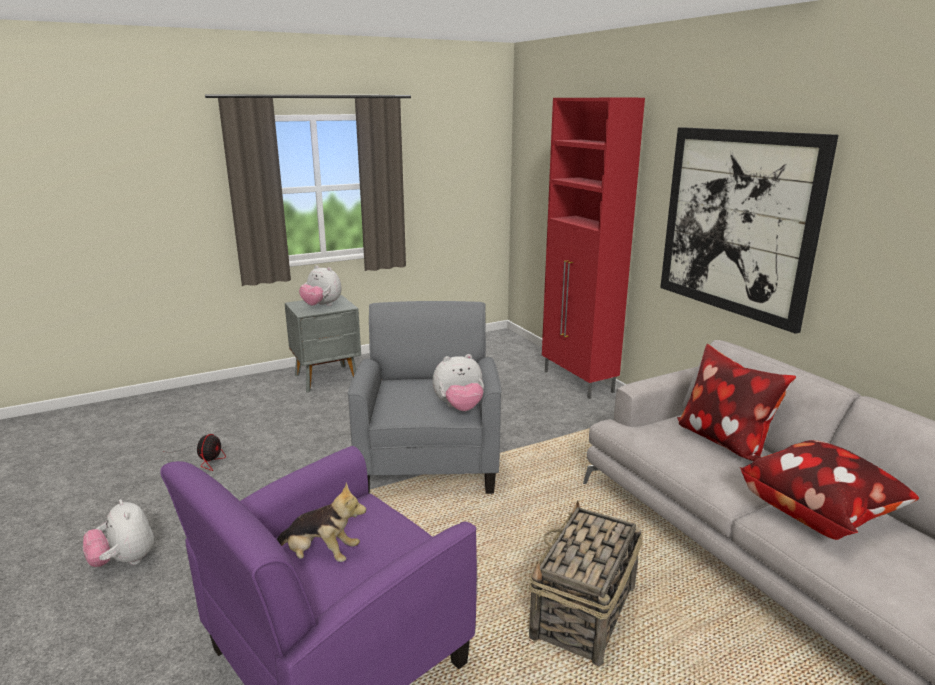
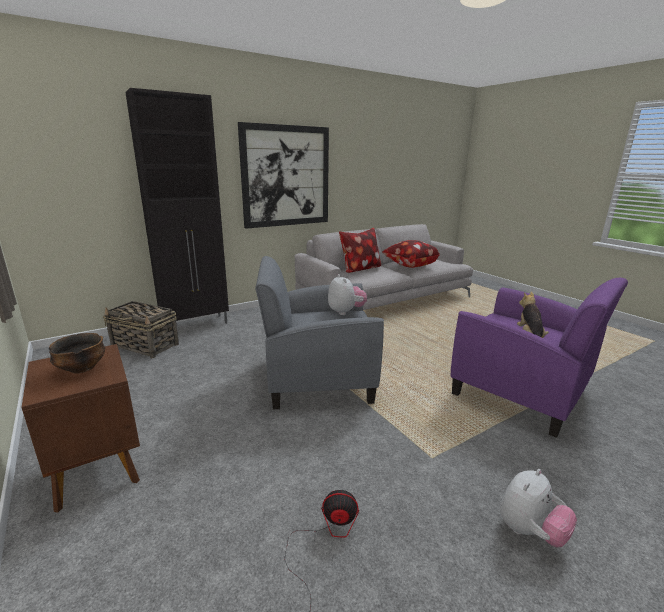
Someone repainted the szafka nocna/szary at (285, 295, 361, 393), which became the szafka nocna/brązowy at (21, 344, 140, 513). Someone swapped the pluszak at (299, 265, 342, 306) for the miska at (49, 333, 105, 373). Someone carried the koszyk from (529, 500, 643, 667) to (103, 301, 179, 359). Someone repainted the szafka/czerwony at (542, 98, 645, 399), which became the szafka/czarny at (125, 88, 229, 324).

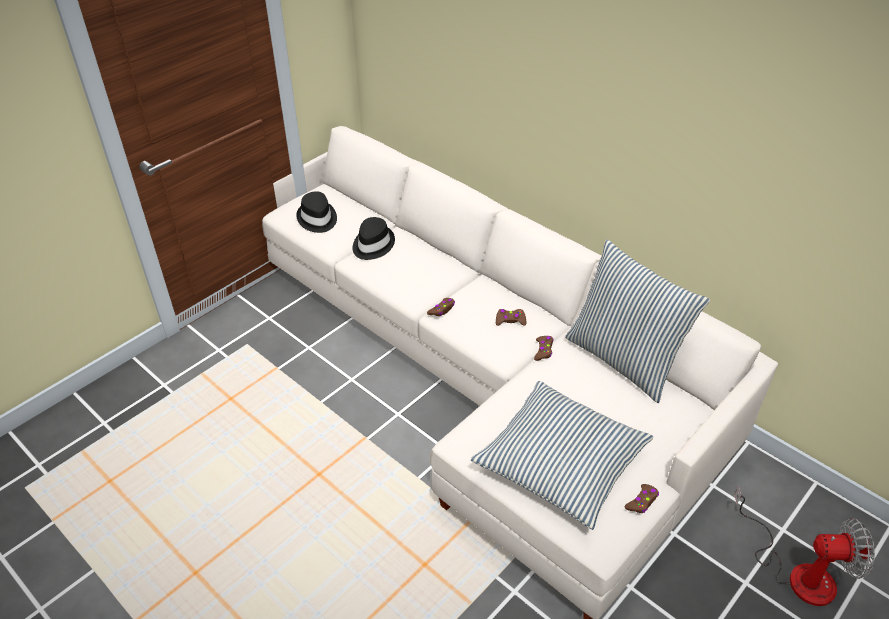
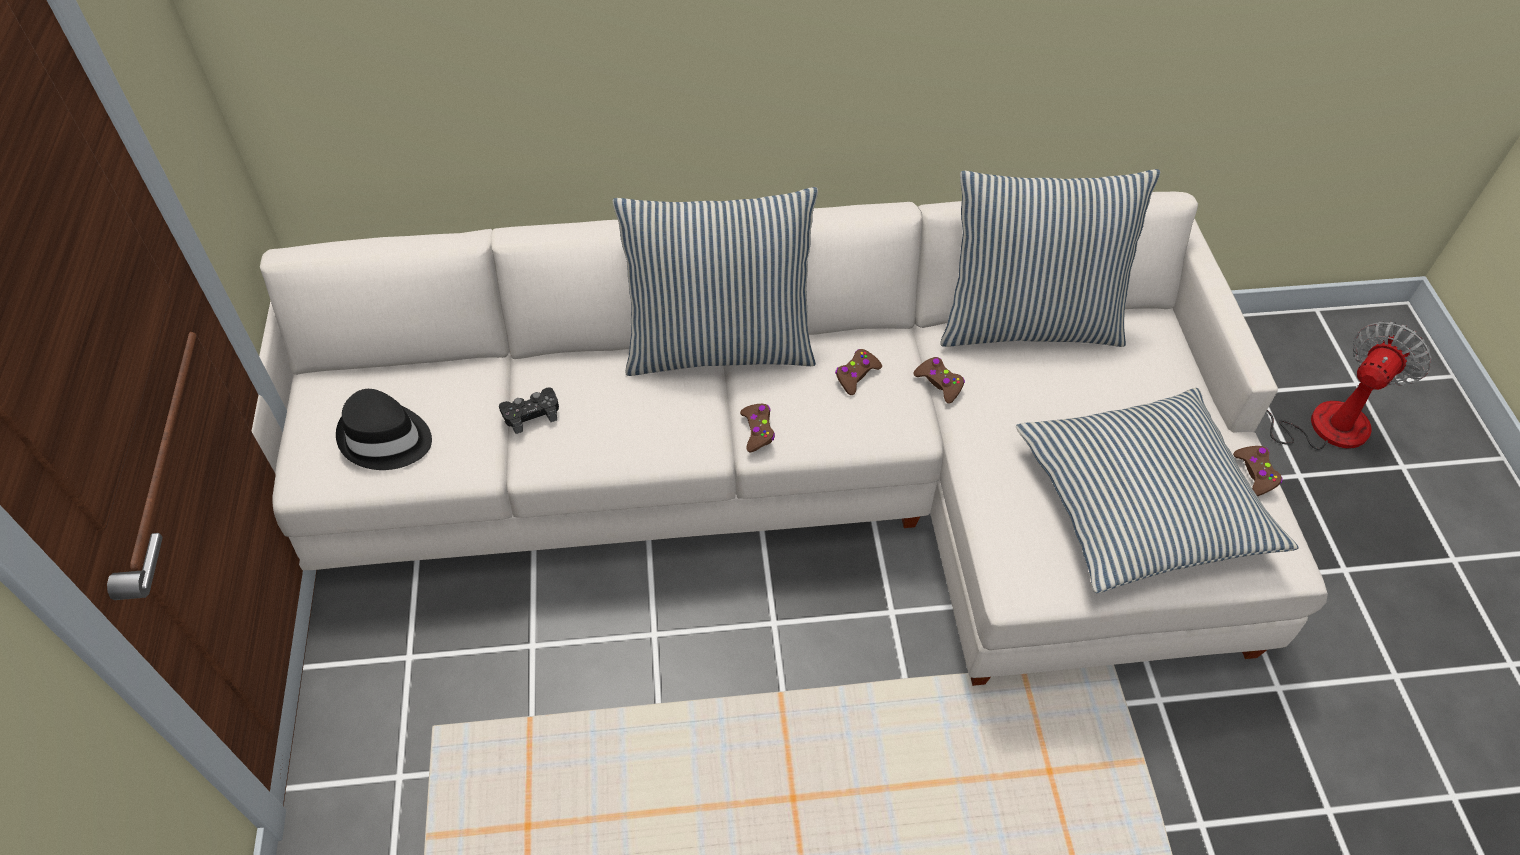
Someone swapped the kapelusz/czarny at (352, 217, 395, 260) for the pad do gier/czarny at (499, 387, 559, 434). Someone put down the poduszka at (613, 187, 818, 376).

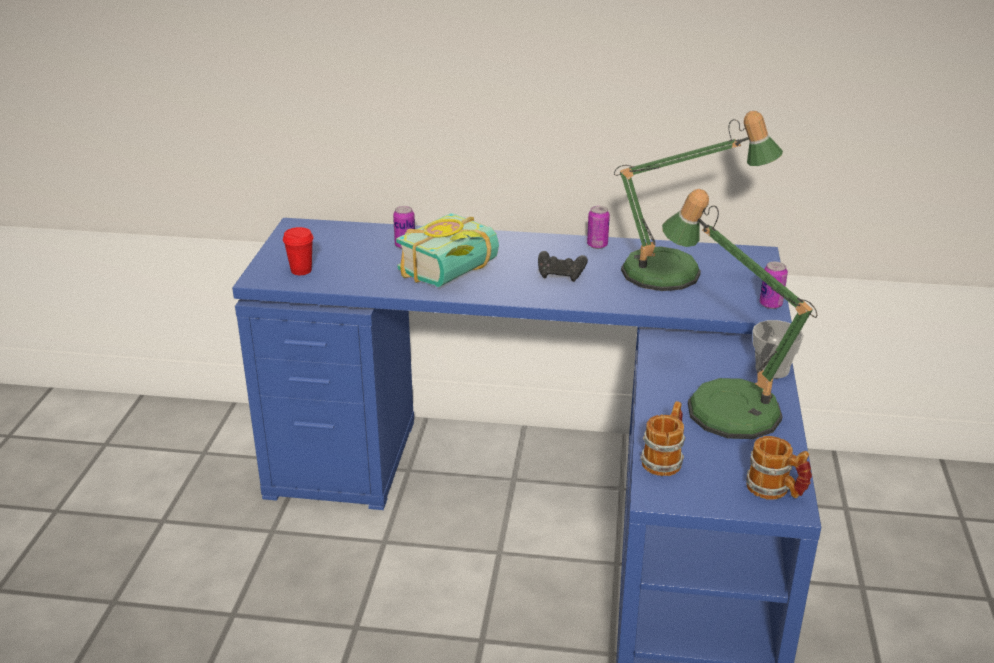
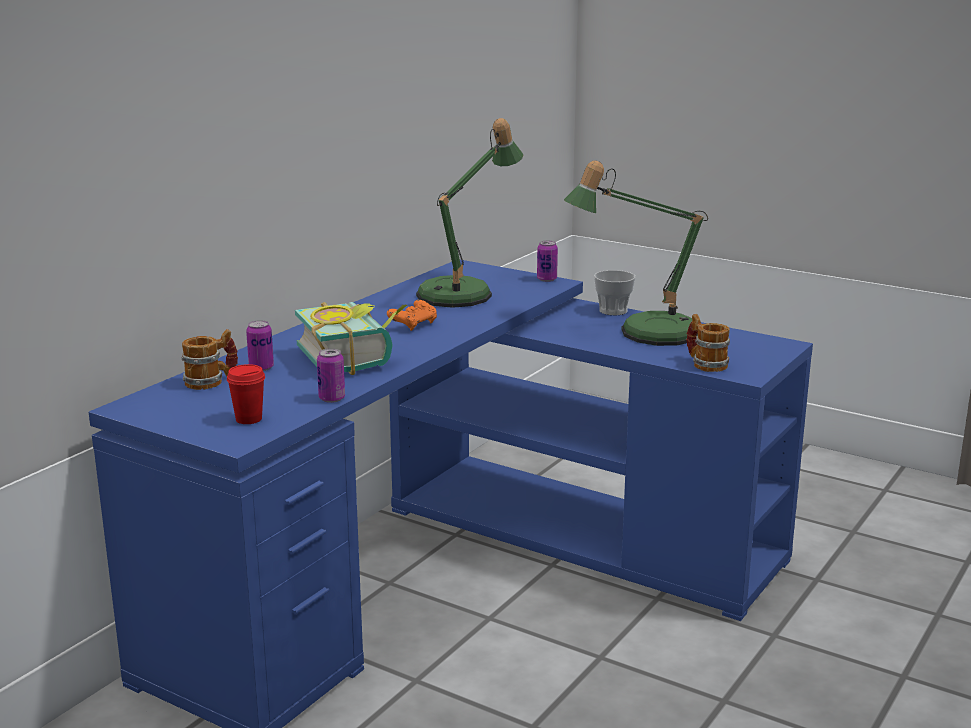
Someone carried the kubek from (746, 436, 812, 500) to (182, 329, 238, 390). Someone carried the puszka from (587, 206, 610, 249) to (317, 348, 345, 403). Someone repainted the pad do gier/czarny at (538, 251, 588, 282), which became the pad do gier/pomarańczowy at (387, 300, 437, 331).

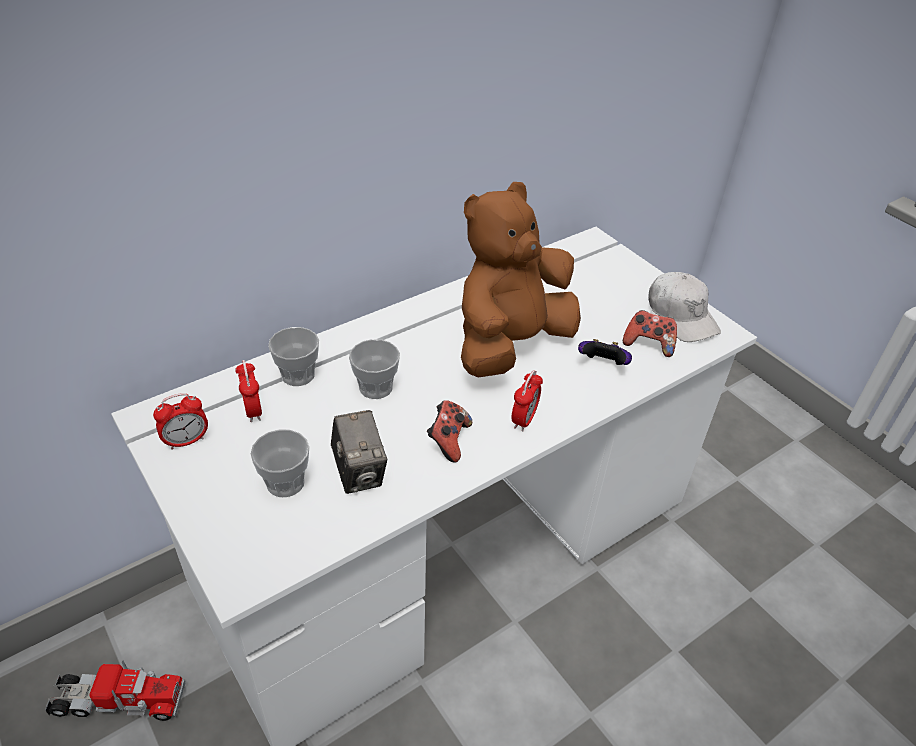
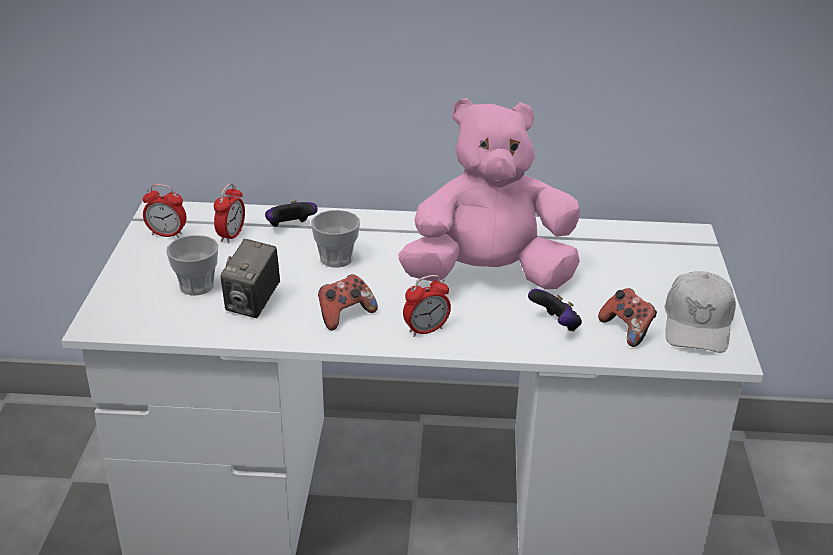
Someone swapped the filiżanka at (268, 327, 319, 386) for the pad do gier at (265, 200, 318, 227). Someone repainted the pluszak/brązowy at (461, 182, 581, 378), which became the pluszak/różowy at (398, 98, 580, 290). Someone took away the ciężarówka zabawkowa at (45, 661, 185, 721).

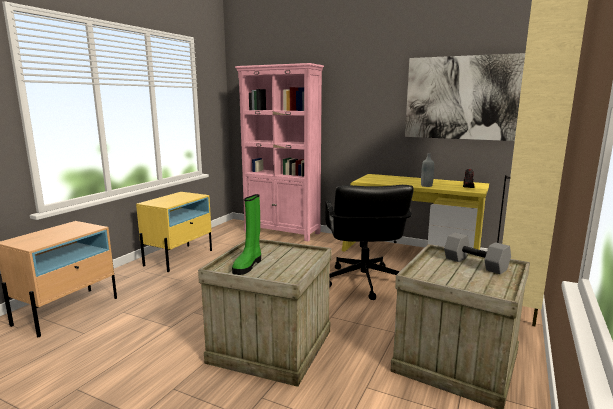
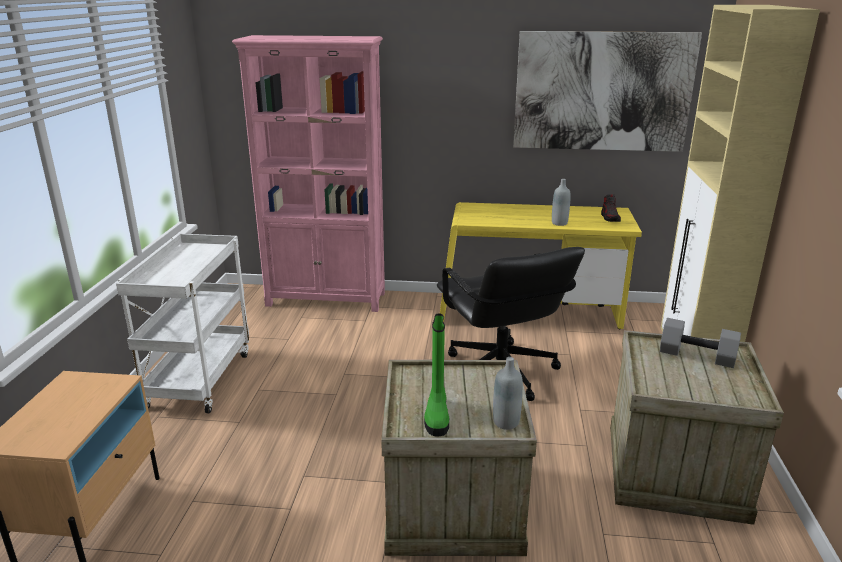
Someone swapped the szafka nocna/żółty at (136, 192, 212, 272) for the wózek/biały at (116, 234, 249, 413). Someone put down the butelka/szary at (493, 357, 523, 430).

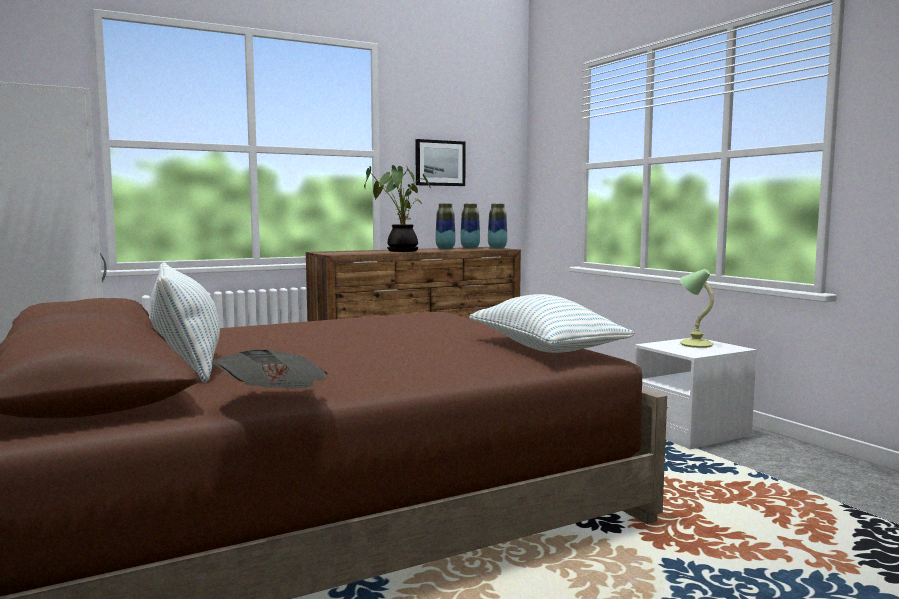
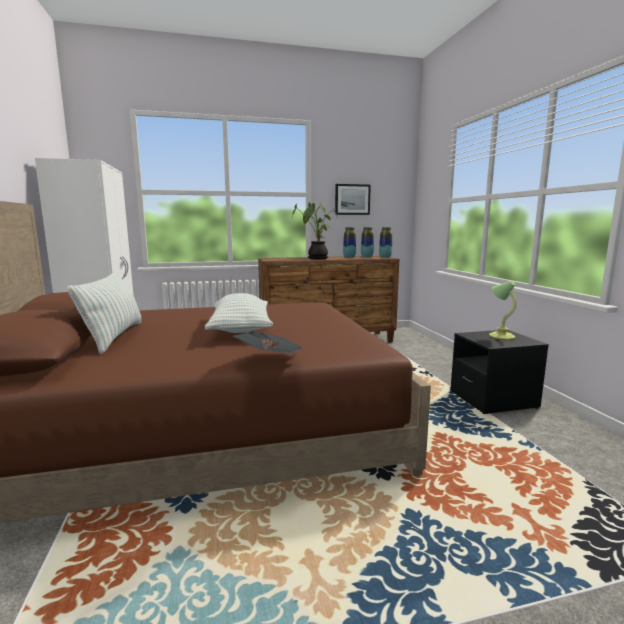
Someone carried the poduszka from (469, 294, 634, 353) to (205, 293, 273, 333). Someone carried the gazeta from (212, 349, 328, 389) to (233, 332, 301, 353). Someone repainted the szafka nocna/biały at (634, 338, 757, 449), which became the szafka nocna/czarny at (450, 330, 549, 414).

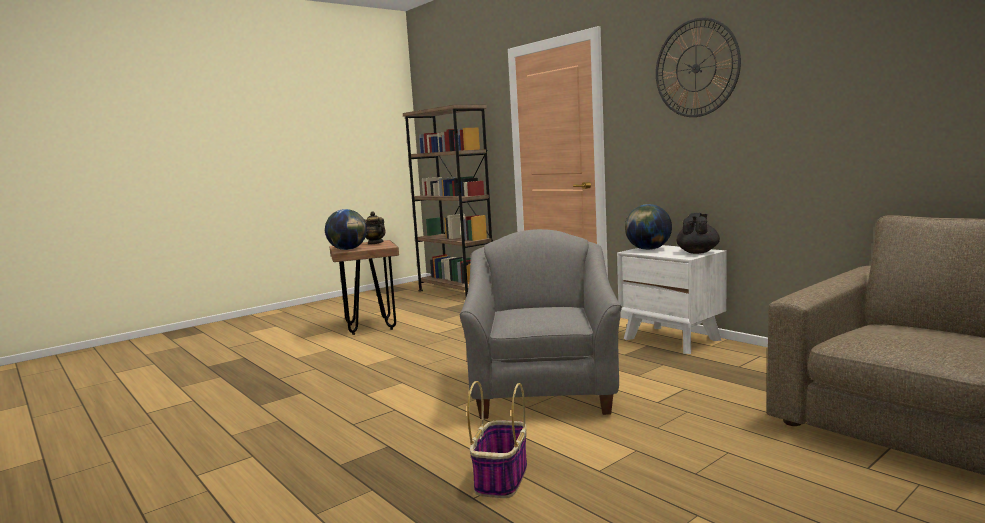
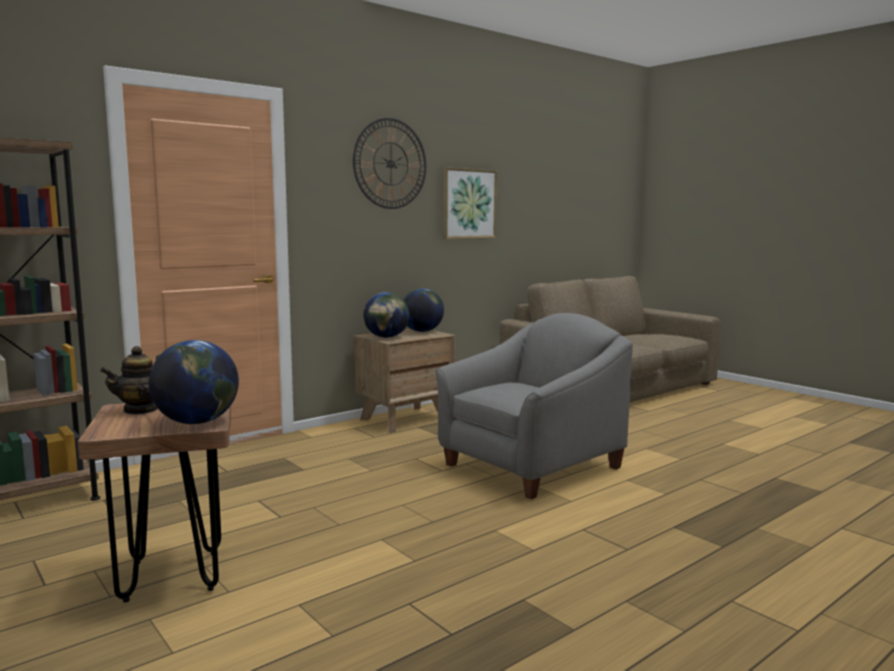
Someone repainted the szafka nocna/biały at (617, 245, 727, 354), which became the szafka nocna/brązowy at (354, 329, 455, 432). Someone swapped the imbryk/czarny at (676, 213, 720, 254) for the globus at (403, 289, 444, 332). Someone rotated the fotel/szary at (460, 229, 622, 419) by 135 degrees clockwise. Someone put up the obraz at (442, 167, 497, 239). Someone took away the koszyk at (467, 381, 527, 498).

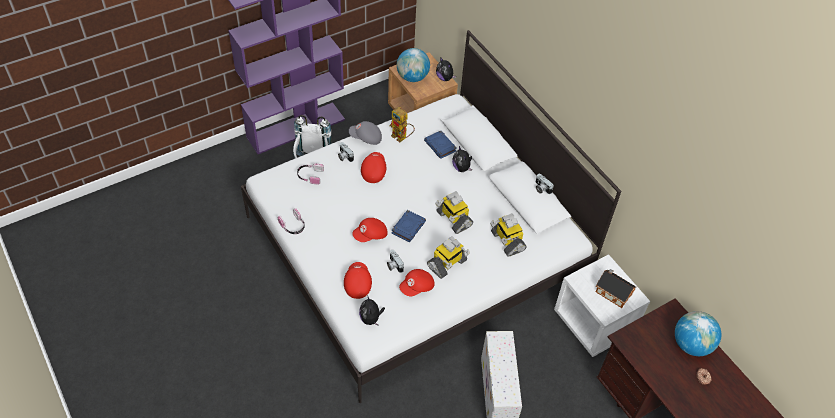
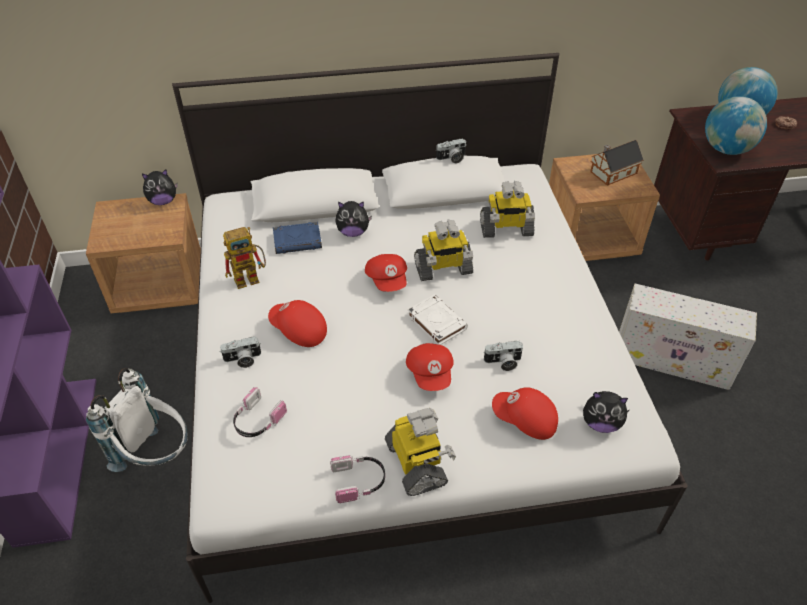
Someone carried the czapka z daszkiem/czerwony from (399, 269, 435, 296) to (365, 254, 407, 292). Someone carried the robot zabawkowy from (427, 236, 470, 279) to (385, 408, 456, 496). Someone repainted the książka/niebieski at (392, 210, 426, 242), which became the książka/biały at (407, 294, 468, 345). Someone repainted the szafka nocna/biały at (554, 254, 650, 357), which became the szafka nocna/brązowy at (549, 154, 660, 261). Someone carried the globus from (397, 48, 430, 82) to (705, 96, 767, 155). Someone took away the czapka z daszkiem/szary at (349, 121, 382, 145).

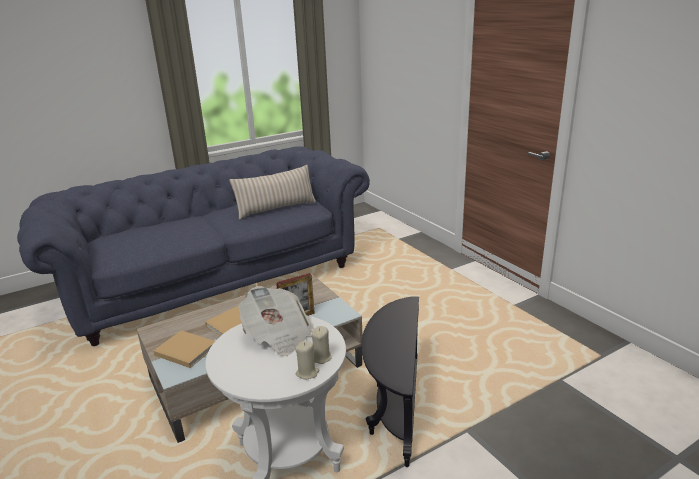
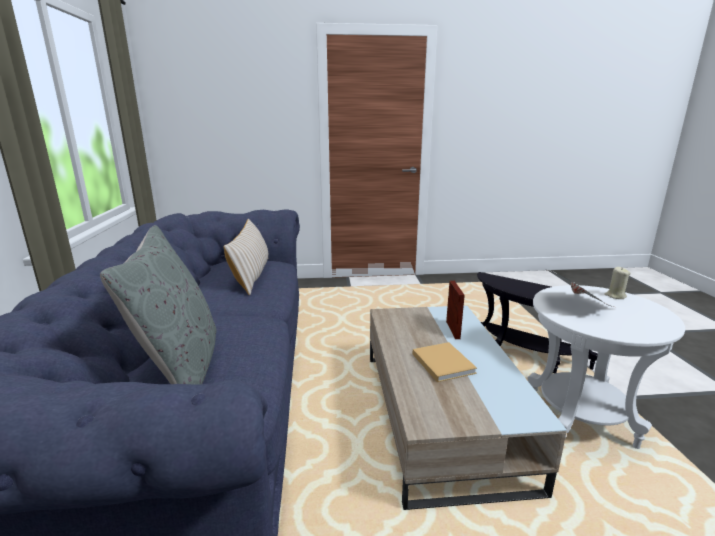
Someone put down the poduszka/szary at (100, 225, 217, 385). Someone took away the książka/beżowy at (153, 330, 215, 368). Someone took away the świeca/beżowy at (295, 341, 319, 379).

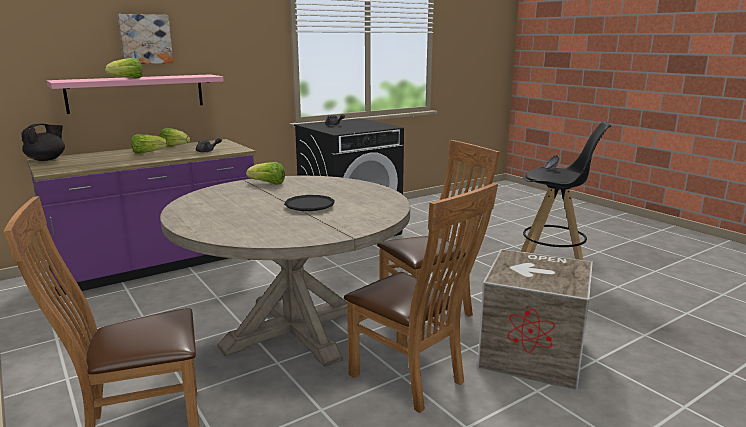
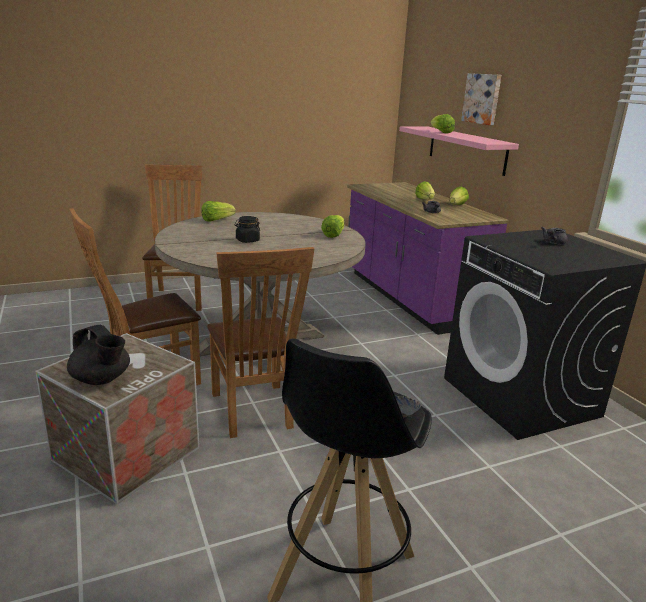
Someone carried the imbryk/czarny from (21, 123, 65, 161) to (67, 325, 130, 385). Someone put down the sałata at (201, 201, 236, 222). Someone swapped the talerz/czarny at (284, 195, 335, 211) for the słoik/czarny at (235, 216, 260, 243).

